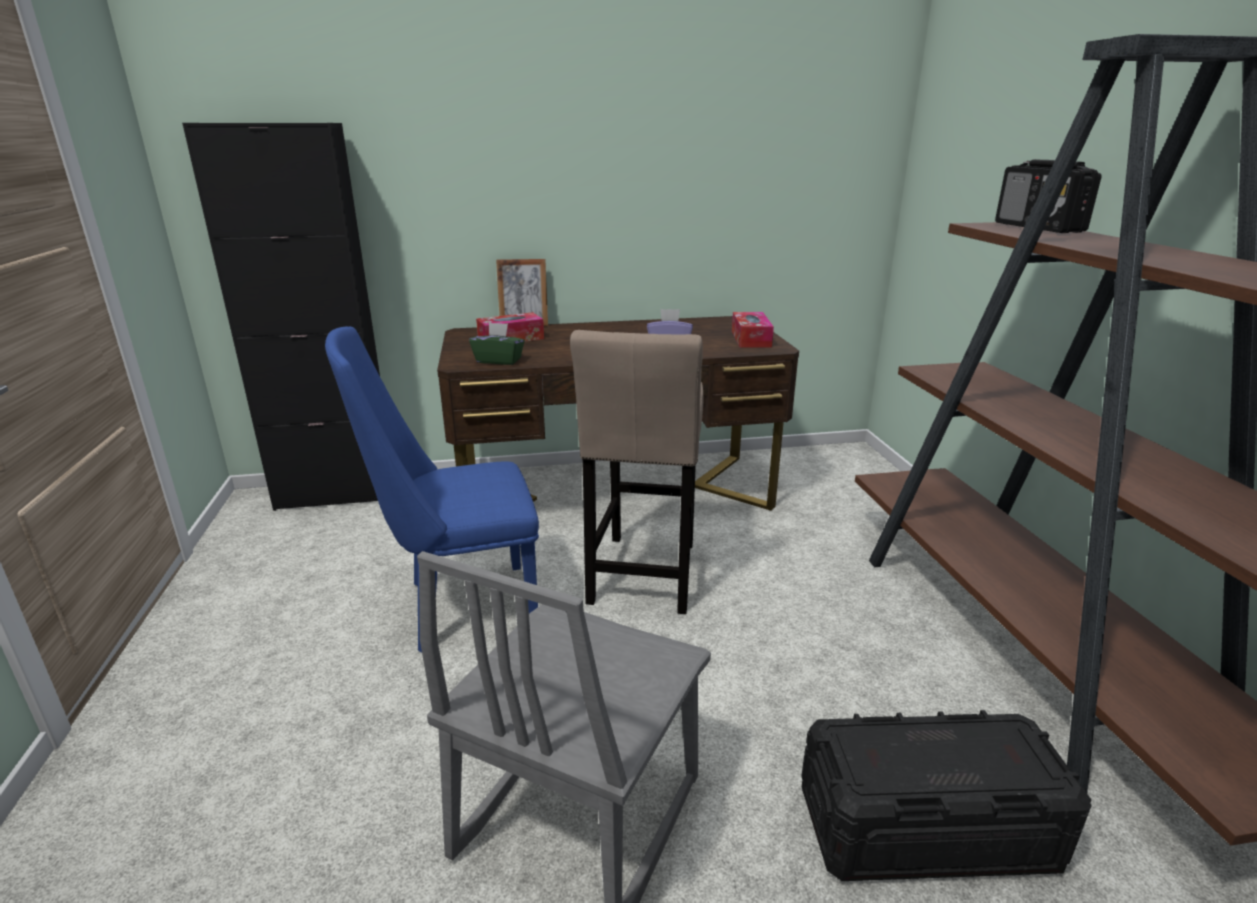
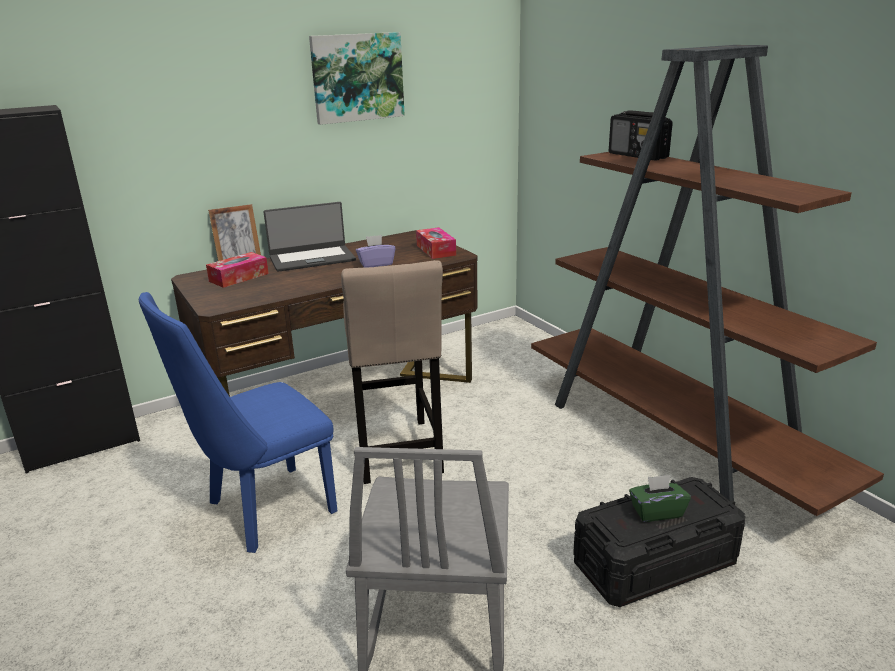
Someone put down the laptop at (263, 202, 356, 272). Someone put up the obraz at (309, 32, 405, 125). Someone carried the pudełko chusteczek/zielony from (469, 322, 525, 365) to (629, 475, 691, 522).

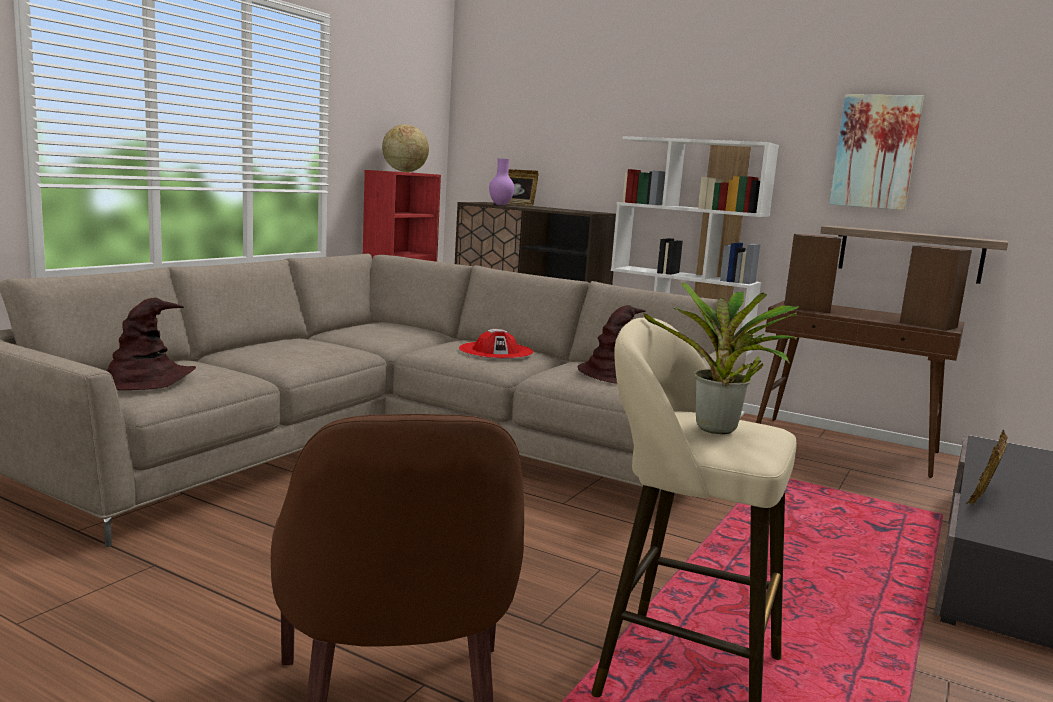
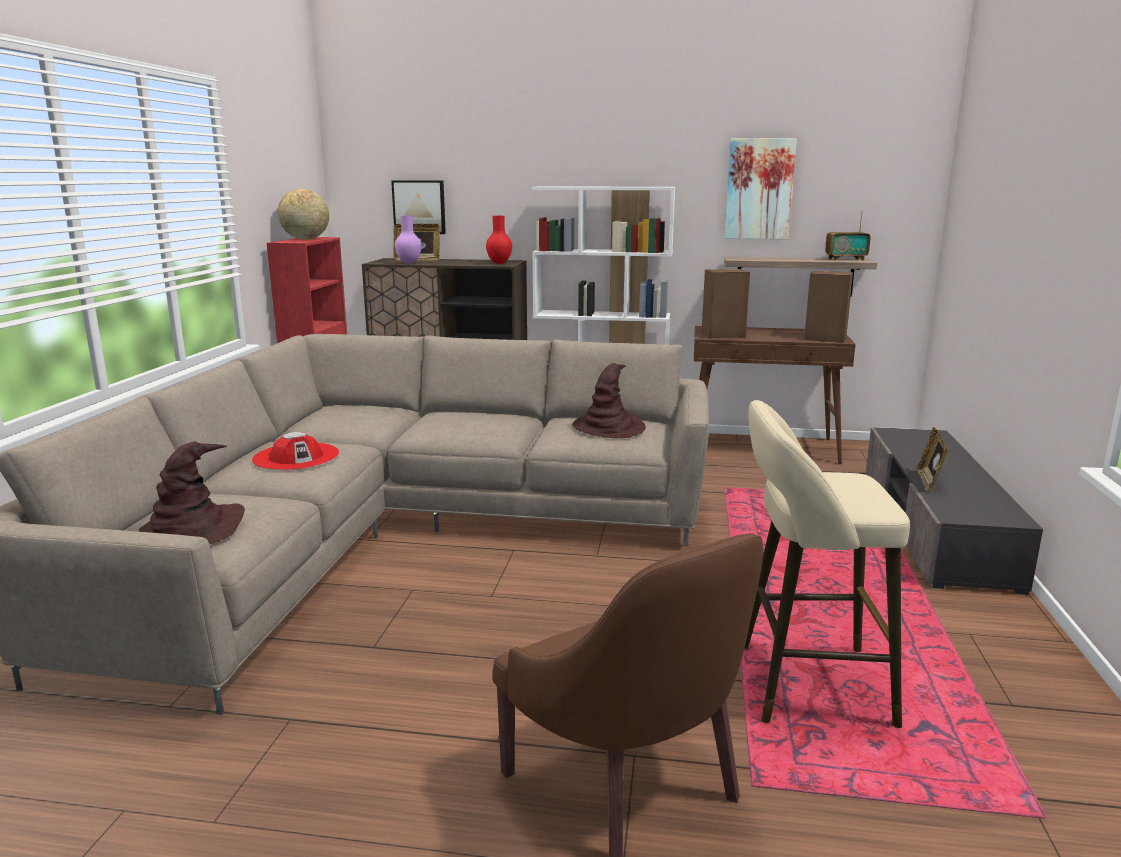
Someone carried the kapelusz/czerwony from (459, 329, 534, 359) to (252, 432, 339, 470). Someone put up the obraz at (391, 180, 446, 234). Someone put down the wazon/czerwony at (486, 216, 512, 264). Someone put down the radio at (825, 210, 871, 261). Someone took away the roślina doniczkowa at (643, 282, 799, 434).

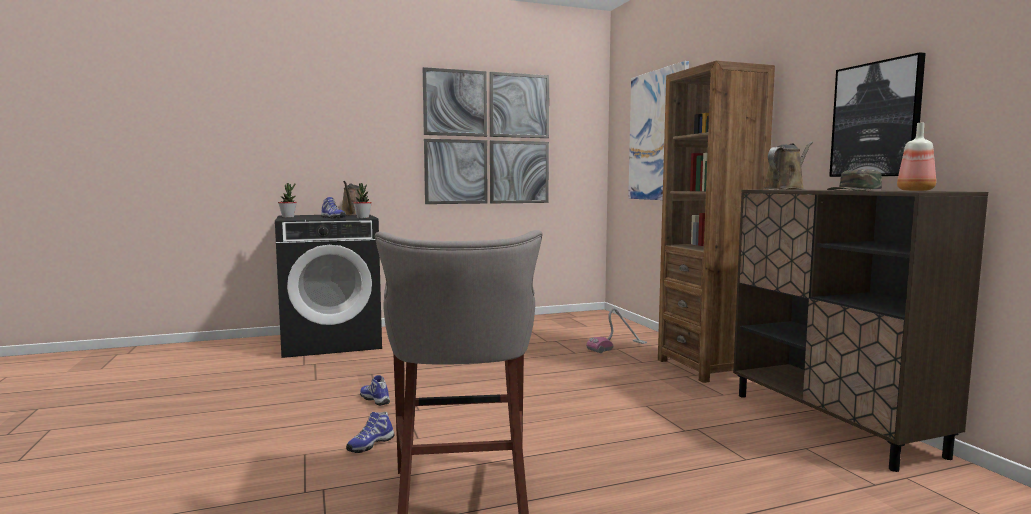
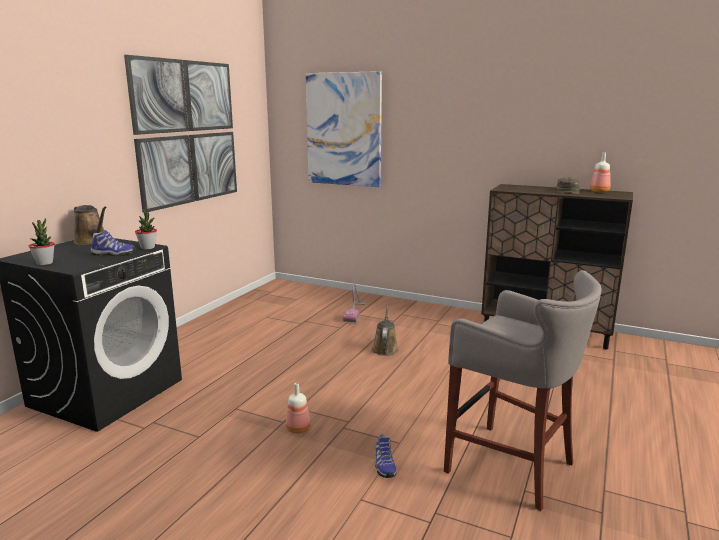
Someone swapped the but at (360, 375, 390, 406) for the butelka at (286, 383, 311, 434). Someone carried the konewka/brązowy from (762, 141, 813, 190) to (372, 305, 398, 356). Someone took away the regał/brązowy at (658, 60, 775, 383). Someone took away the obraz at (829, 52, 926, 177).

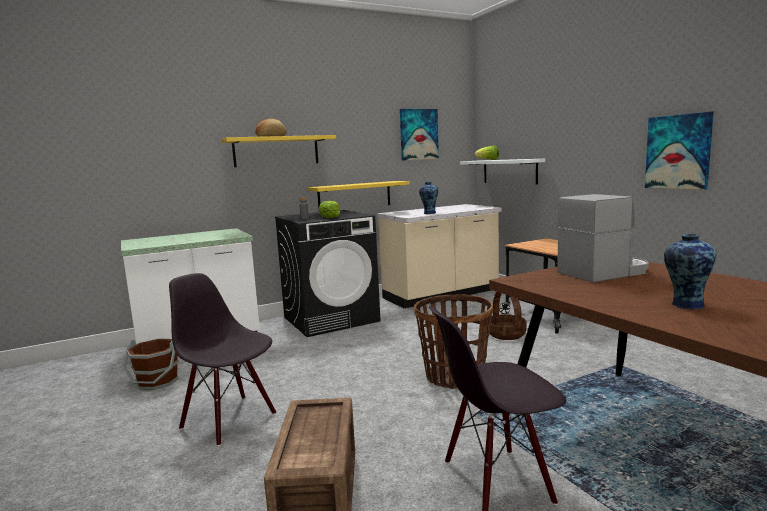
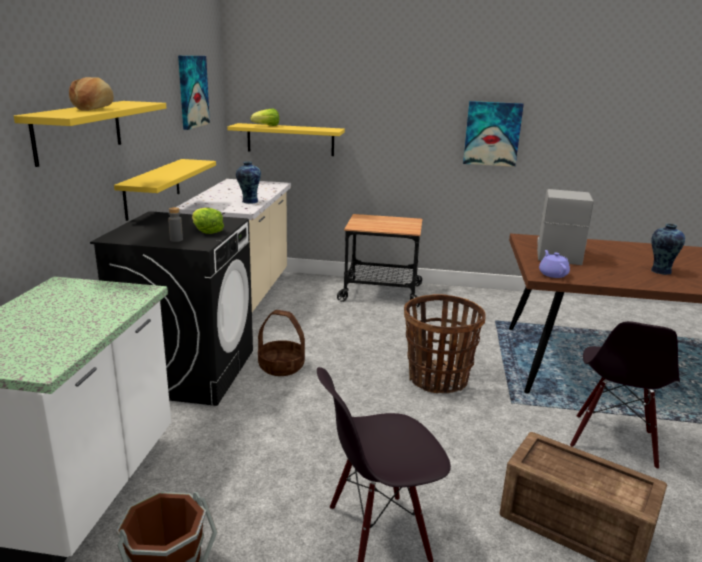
Someone repainted the półka/biały at (460, 159, 545, 184), which became the półka/żółty at (227, 123, 345, 156). Someone carried the koszyk from (490, 292, 527, 340) to (258, 310, 305, 376). Someone put down the imbryk/fioletowy at (539, 250, 570, 278).

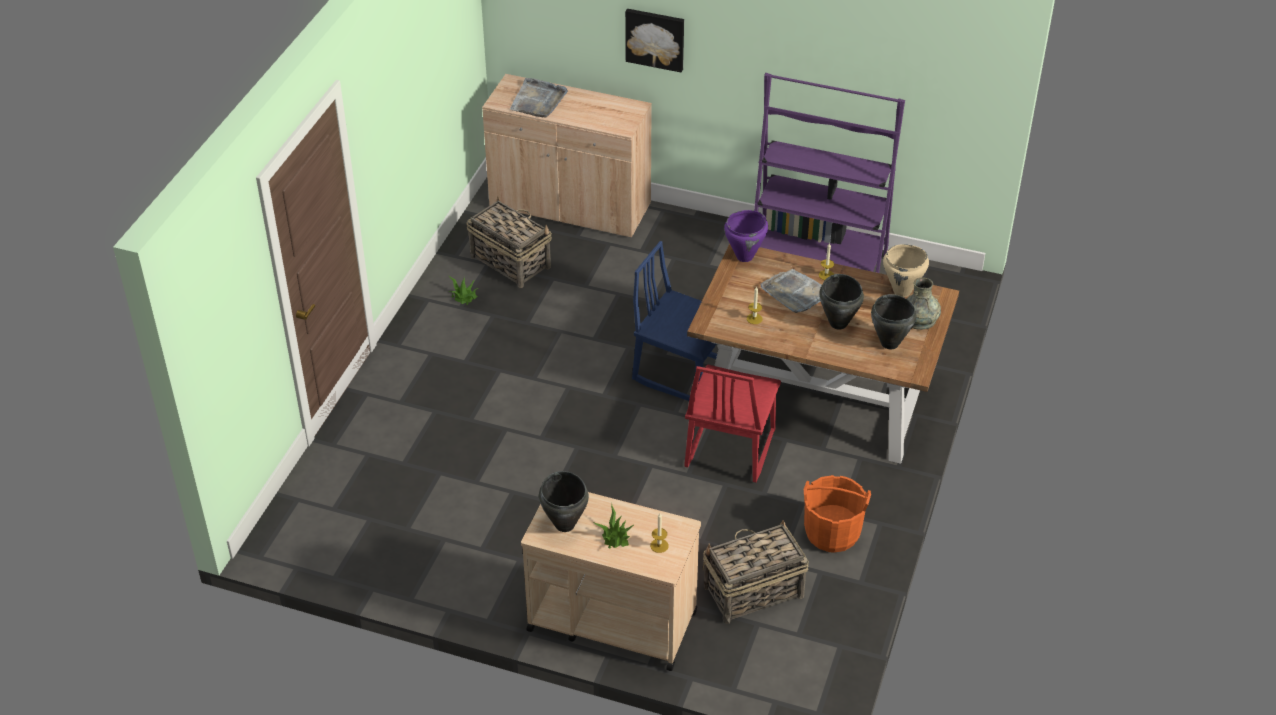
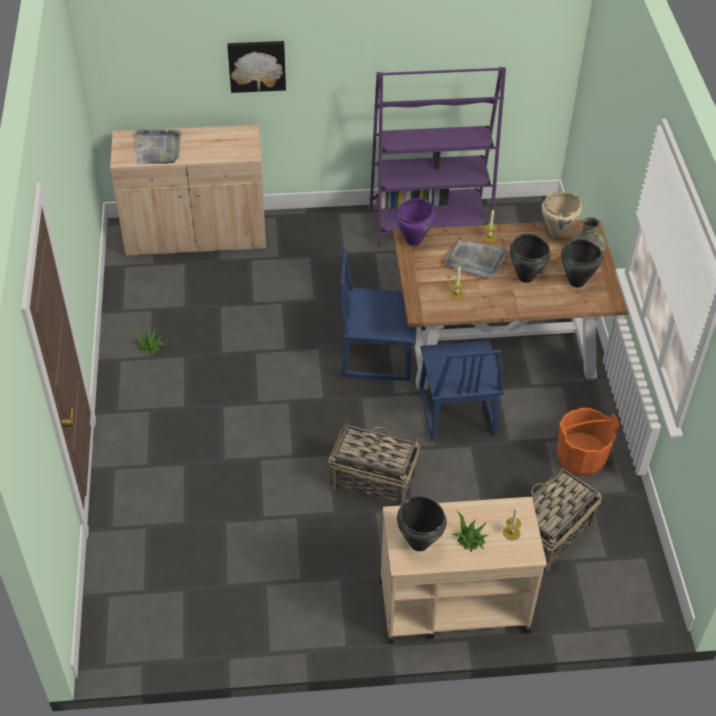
Someone carried the koszyk from (467, 196, 552, 288) to (328, 421, 420, 506). Someone repainted the krzesło/czerwony at (684, 365, 781, 483), which became the krzesło/niebieski at (420, 340, 504, 441).

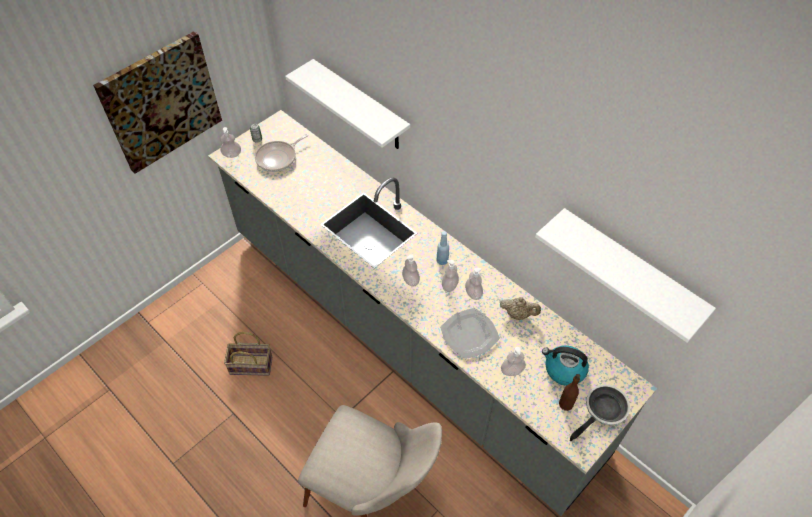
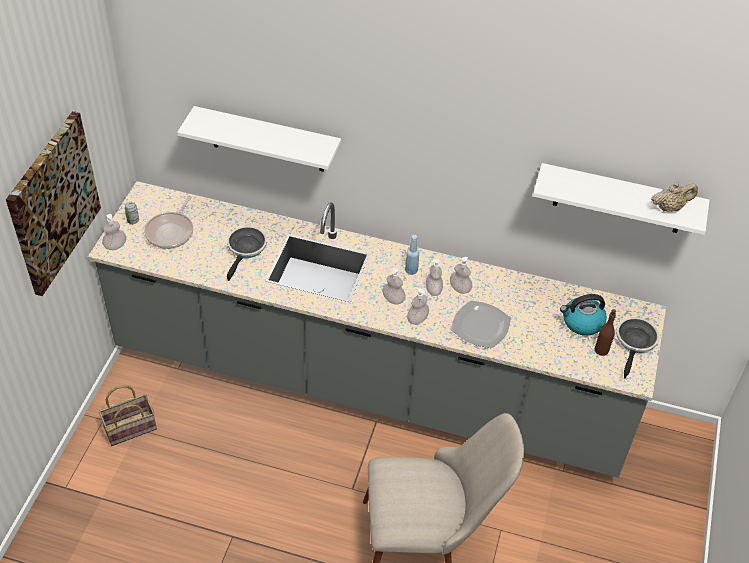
Someone carried the koszyk from (224, 332, 272, 376) to (99, 385, 157, 446). Someone put down the patelnia at (227, 226, 267, 281). Someone carried the dozownik mydła from (501, 347, 526, 376) to (407, 288, 429, 325). Someone carried the imbryk/beżowy from (500, 297, 541, 320) to (651, 182, 698, 212).

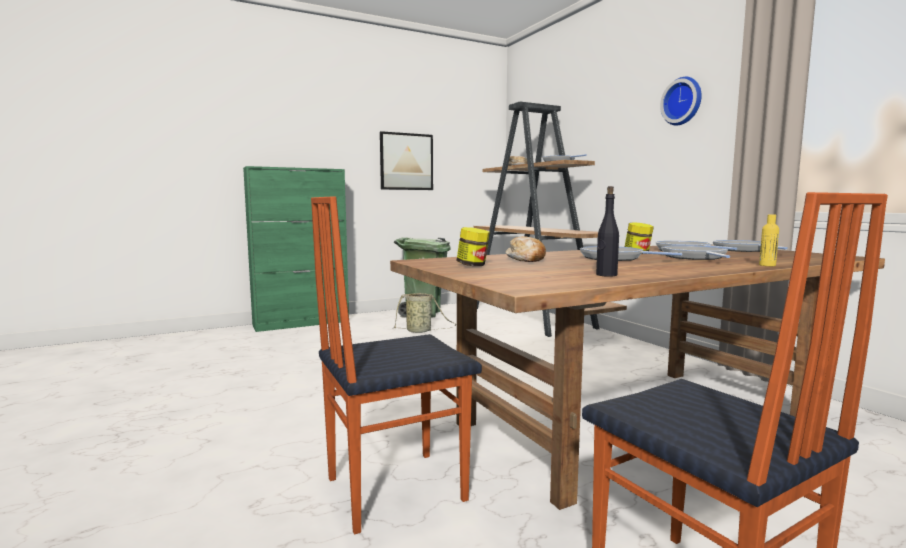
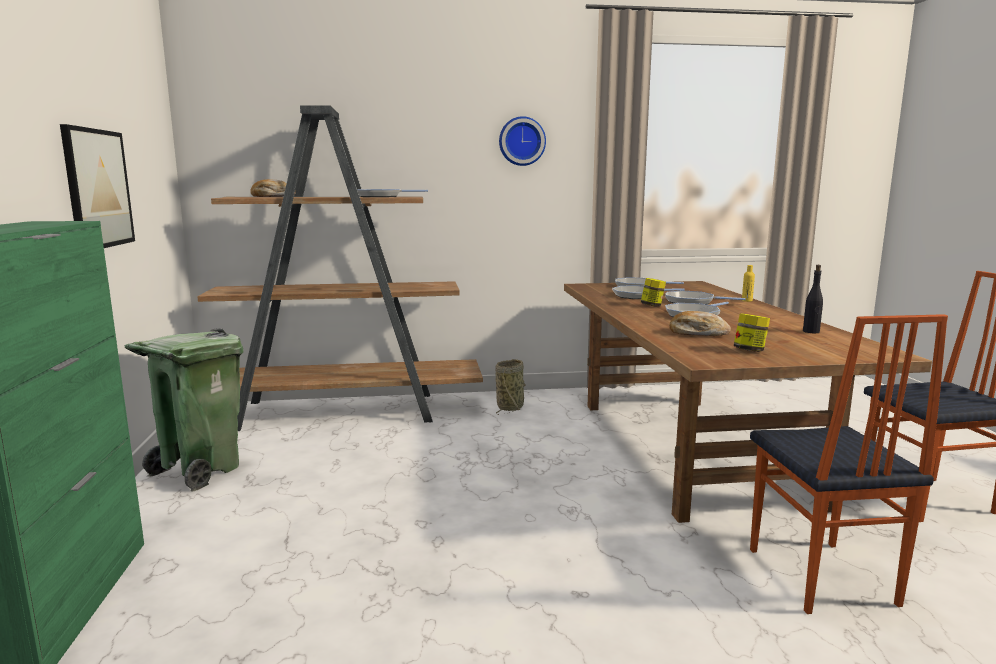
Someone carried the koszyk from (394, 293, 457, 333) to (495, 359, 526, 415).

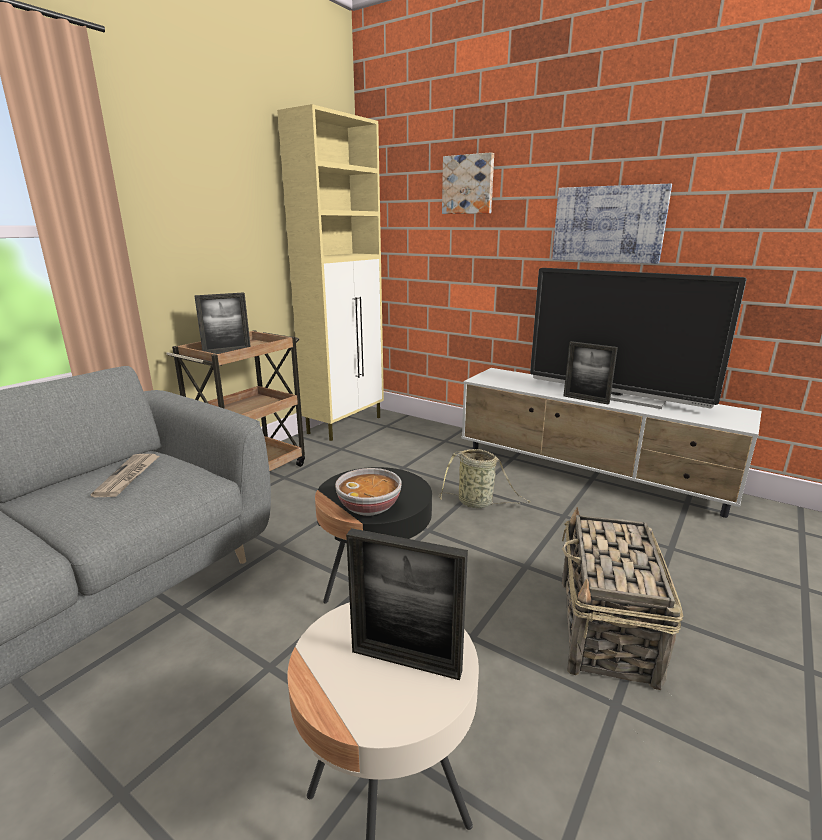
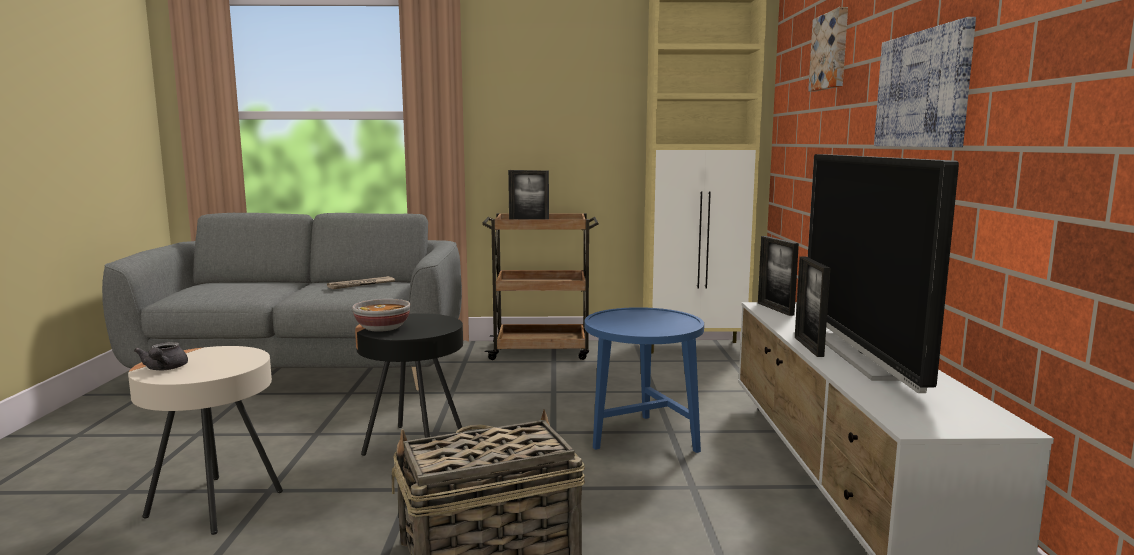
Someone put down the imbryk/szary at (134, 342, 188, 370). Someone swapped the koszyk at (439, 449, 530, 508) for the stolik/niebieski at (585, 307, 704, 453). Someone carried the ramka na zdjęcie from (346, 528, 468, 680) to (758, 236, 799, 316).

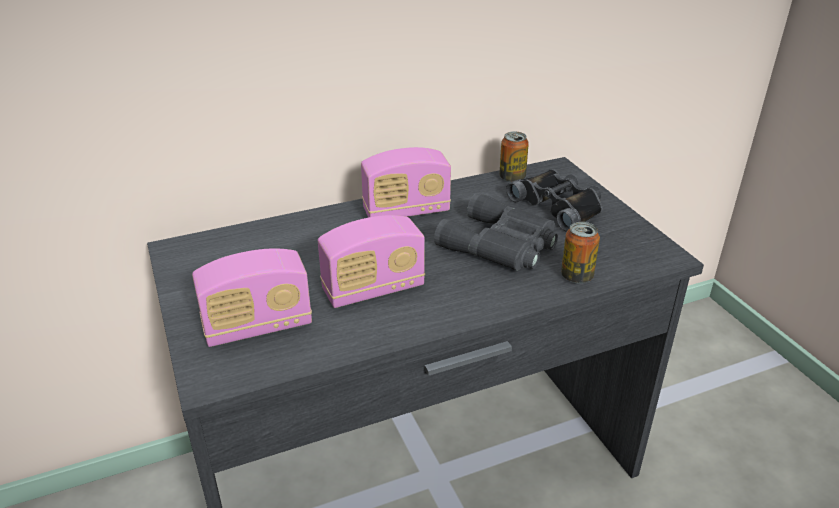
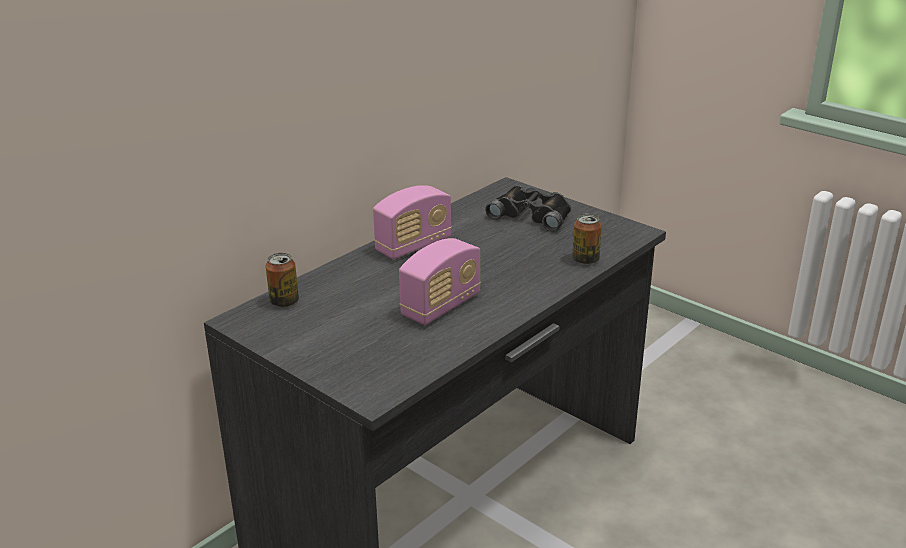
Someone carried the puszka from (499, 131, 529, 182) to (266, 253, 299, 308). Someone took away the radio at (192, 248, 312, 347). Someone took away the lornetka/szary at (434, 193, 558, 271).

